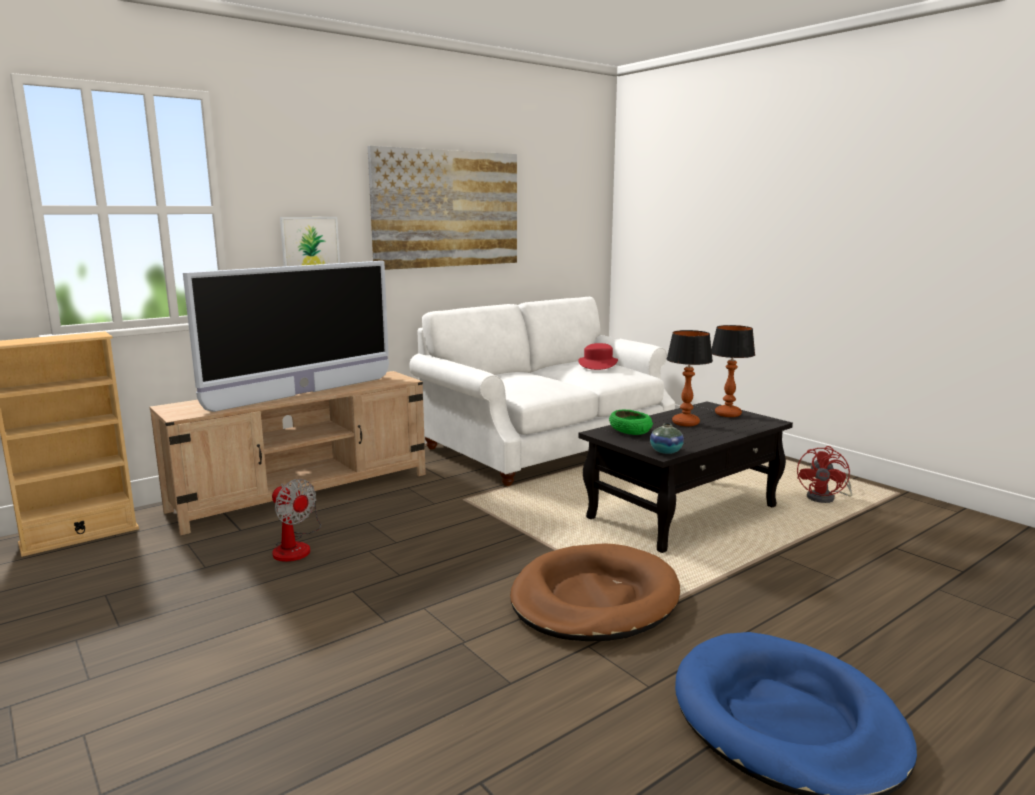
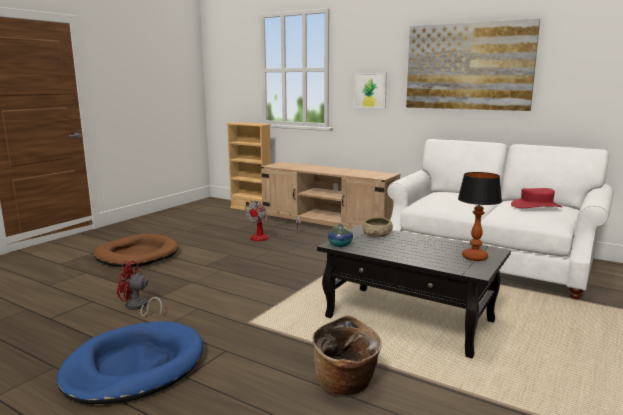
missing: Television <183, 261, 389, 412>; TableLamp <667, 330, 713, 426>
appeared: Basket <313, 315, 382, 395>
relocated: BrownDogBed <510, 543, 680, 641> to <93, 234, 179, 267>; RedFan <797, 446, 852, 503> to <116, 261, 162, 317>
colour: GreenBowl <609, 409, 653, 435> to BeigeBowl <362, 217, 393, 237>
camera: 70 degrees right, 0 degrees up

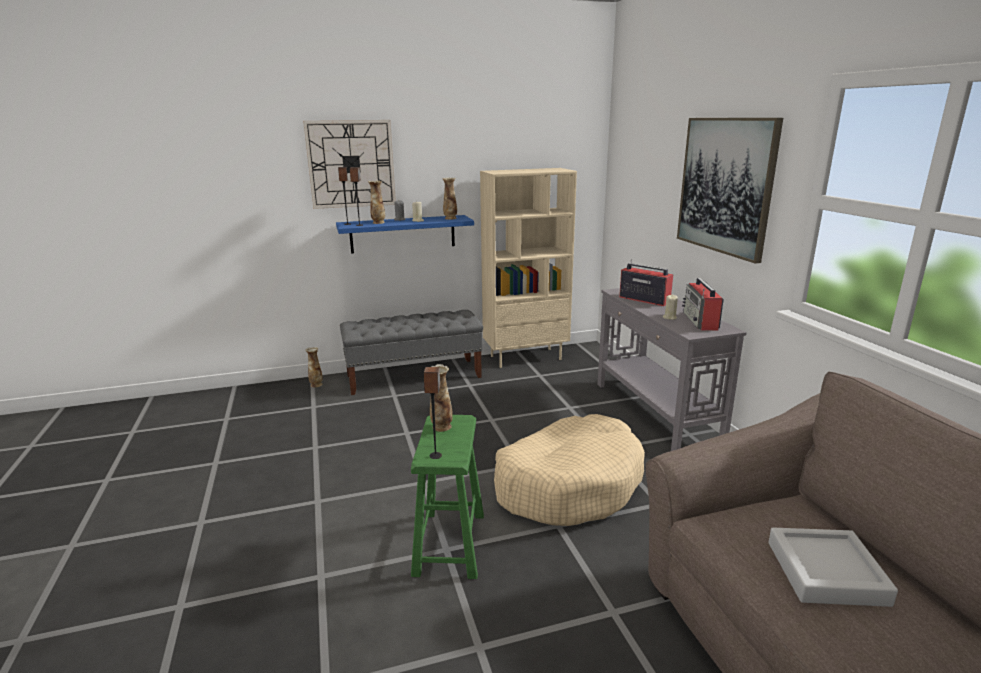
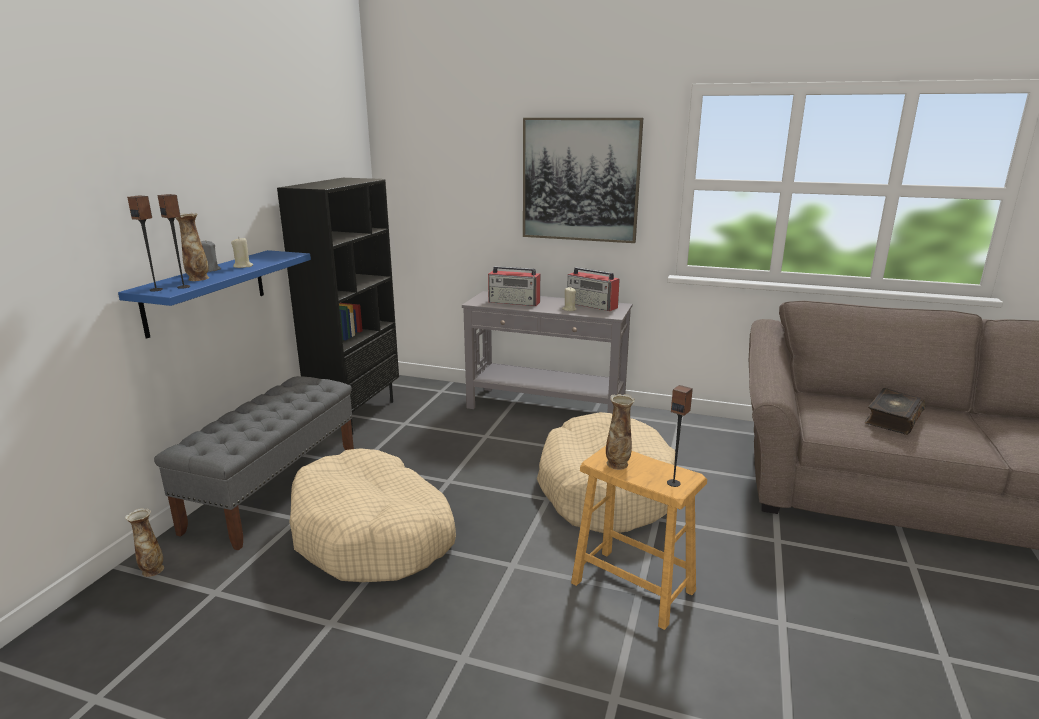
missing: WallClock <303, 120, 396, 209>; Vase <442, 177, 457, 220>
appeared: BeigeDogBed <289, 448, 456, 582>
exchanged: GreyTray <769, 528, 898, 607> to Book <865, 388, 926, 435>
colour: GreenStool <411, 415, 484, 579> to BrownStool <571, 446, 707, 630>; BeigeBookcase <480, 168, 577, 368> to BlackBookcase <277, 178, 399, 435>
spun: Radio <619, 259, 673, 306> = <488, 266, 540, 306> 150 degrees counterclockwise
camera: 55 degrees left, 0 degrees up

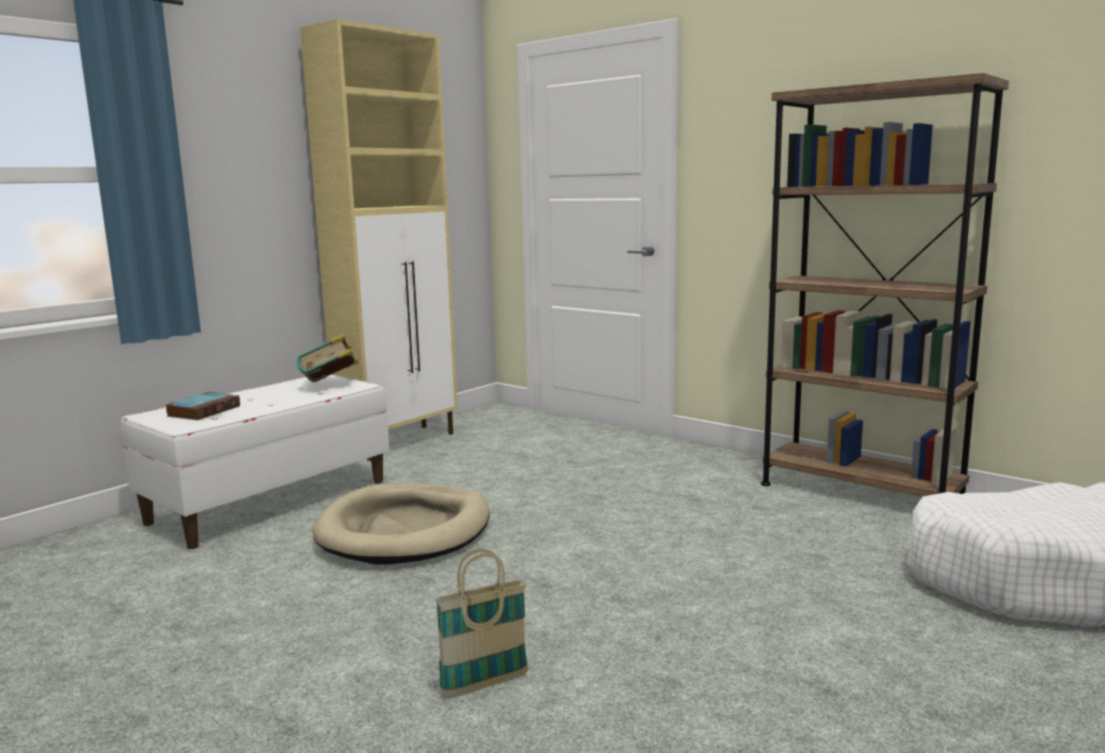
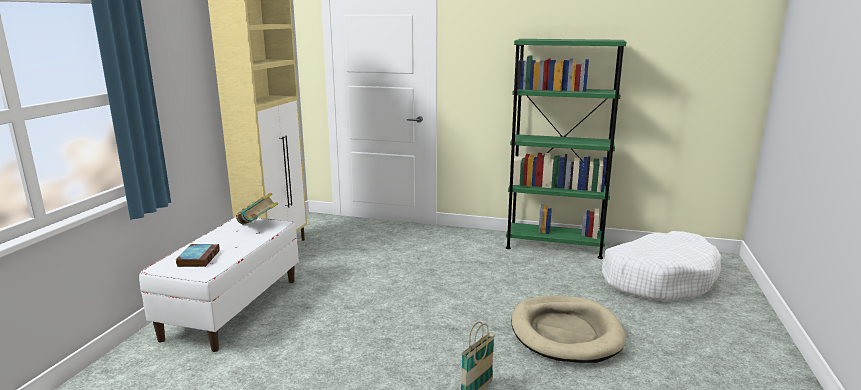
relocated: BeigeDogBed <313, 484, 489, 565> to <511, 295, 626, 363>
colour: BrownBookcase <761, 73, 1009, 497> to GreenBookcase <506, 39, 626, 259>
camera: 25 degrees left, 5 degrees up

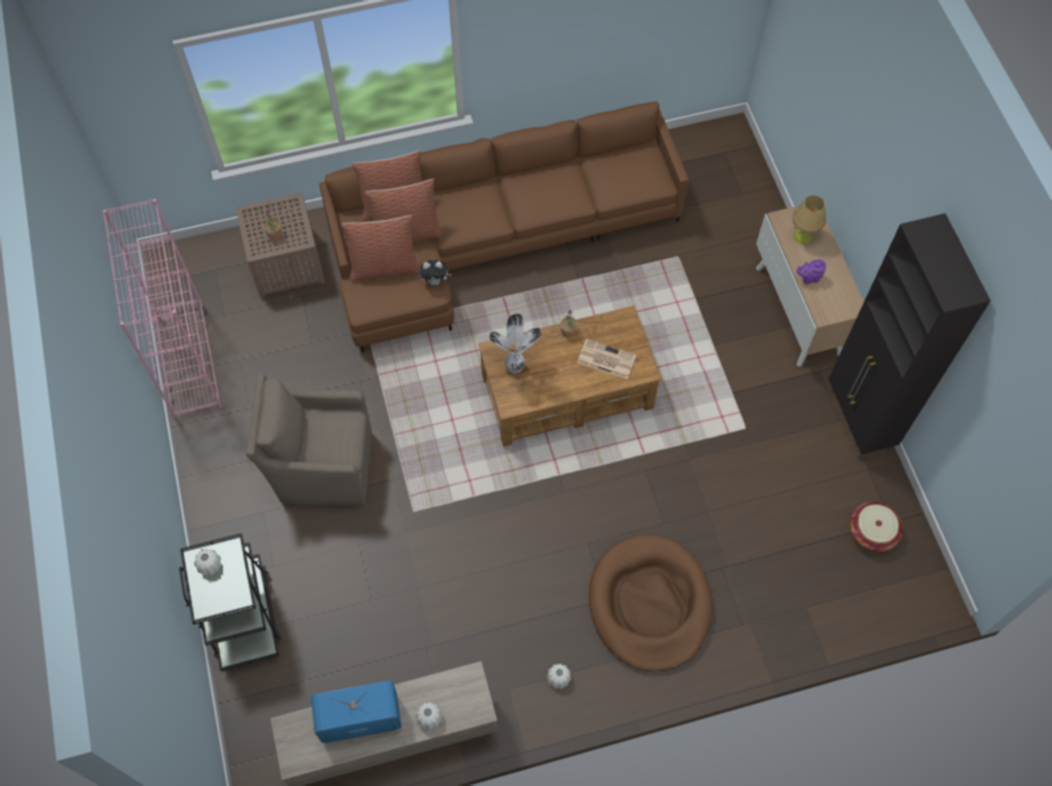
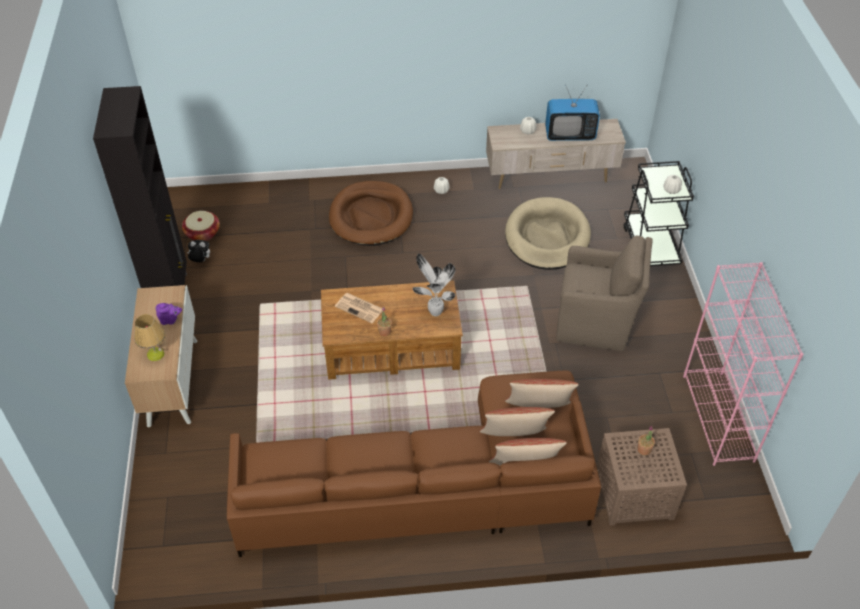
appeared: BeigeDogBed <505, 197, 591, 270>
relocated: PlushToy <419, 260, 452, 285> to <187, 240, 210, 262>
camera: 170 degrees left, 15 degrees down

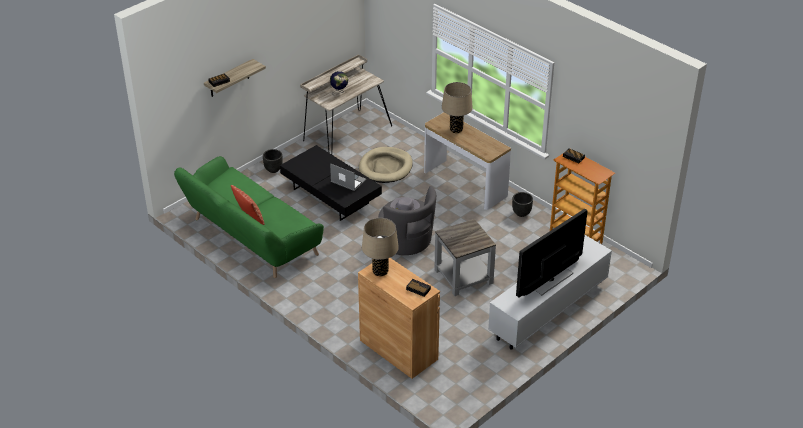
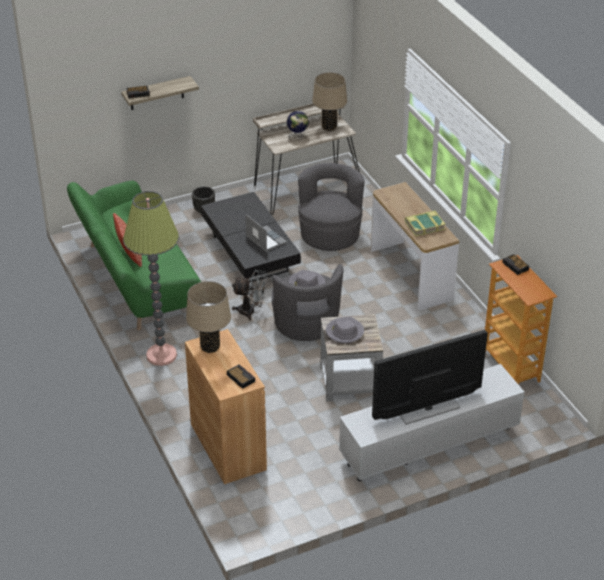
missing: BlackPlanter <512, 192, 533, 217>
appeared: FloorLamp <123, 191, 179, 366>; GreyFan <232, 270, 267, 320>; GreyHat <326, 317, 364, 344>; Book <405, 210, 446, 237>
relocated: BeigeTableLamp <442, 82, 473, 133> to <312, 72, 347, 131>
exchanged: BeigeDogBed <359, 147, 413, 183> to GreyArmchair <298, 163, 364, 251>
camera: 20 degrees right, 0 degrees up

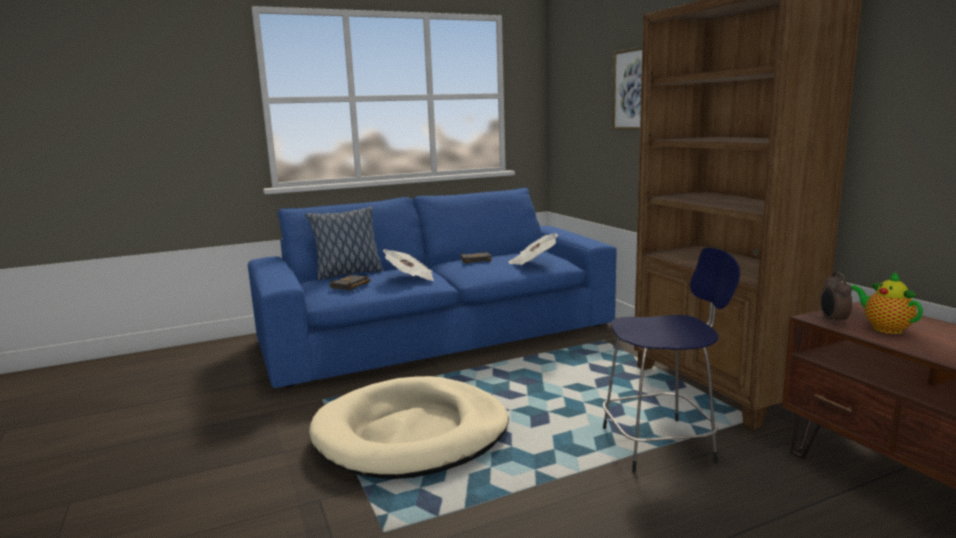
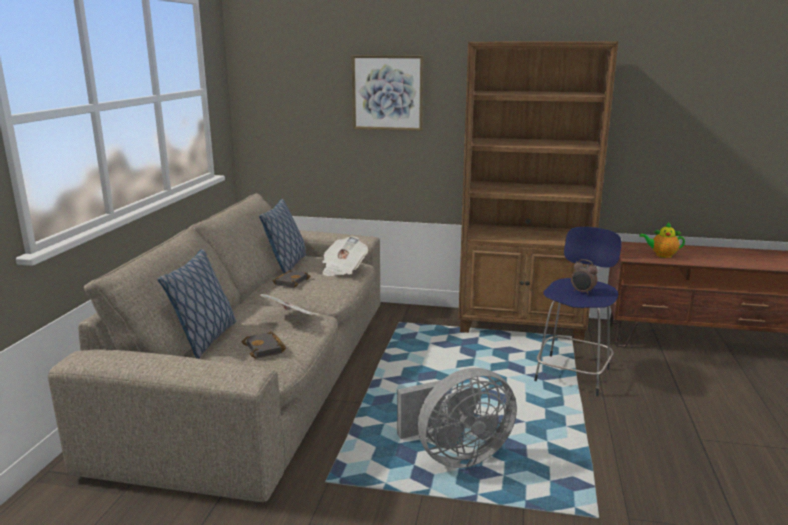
appeared: Pillow <259, 199, 306, 273>
relocated: AlarmClock <820, 272, 852, 325> to <571, 259, 598, 295>
exchanged: BeigeDogBed <309, 376, 509, 479> to GreyFan <397, 368, 517, 468>
colour: BlueSofa <248, 188, 616, 388> to BeigeSofa <48, 193, 380, 502>
camera: 55 degrees left, 5 degrees up

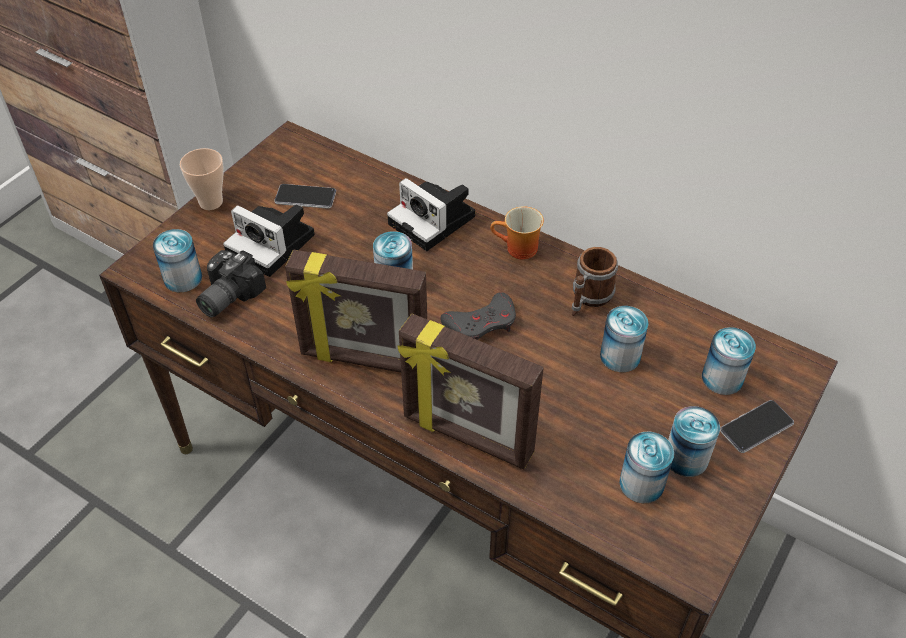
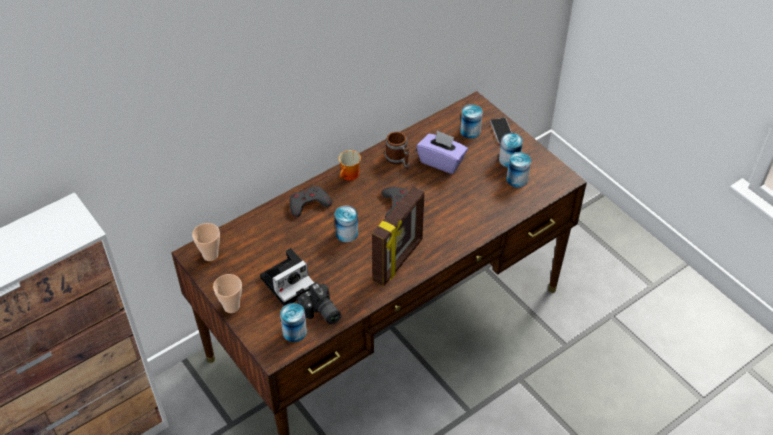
missing: Phone <274, 184, 336, 209>; PictureFrame <397, 313, 544, 469>
appeared: Cup <192, 223, 220, 261>
exchanged: PhotoCamera <387, 178, 475, 251> to GreyGameController <290, 186, 332, 217>; Can <600, 306, 649, 372> to PurpleTissueBox <417, 130, 468, 174>
camera: 70 degrees left, 0 degrees up

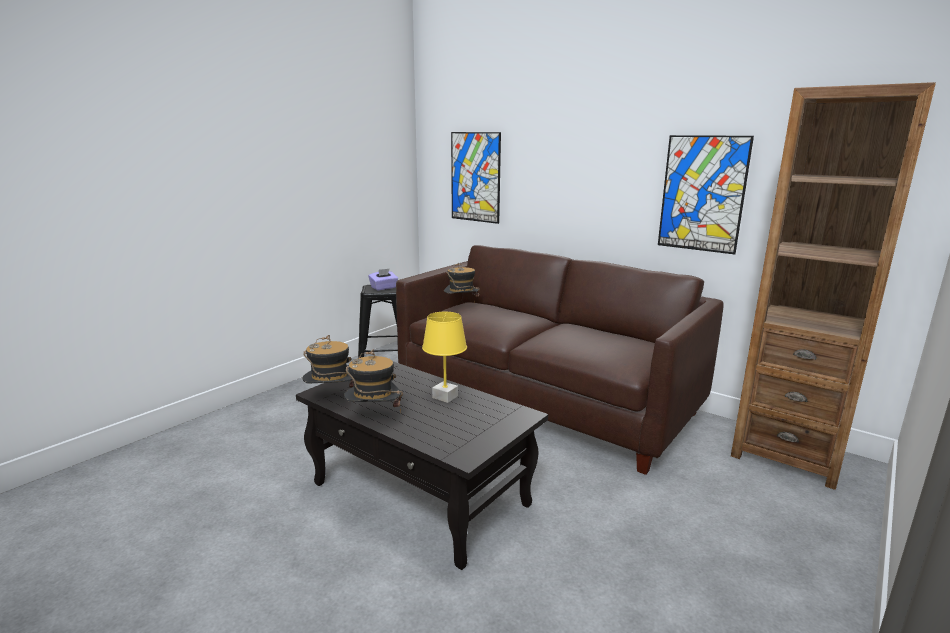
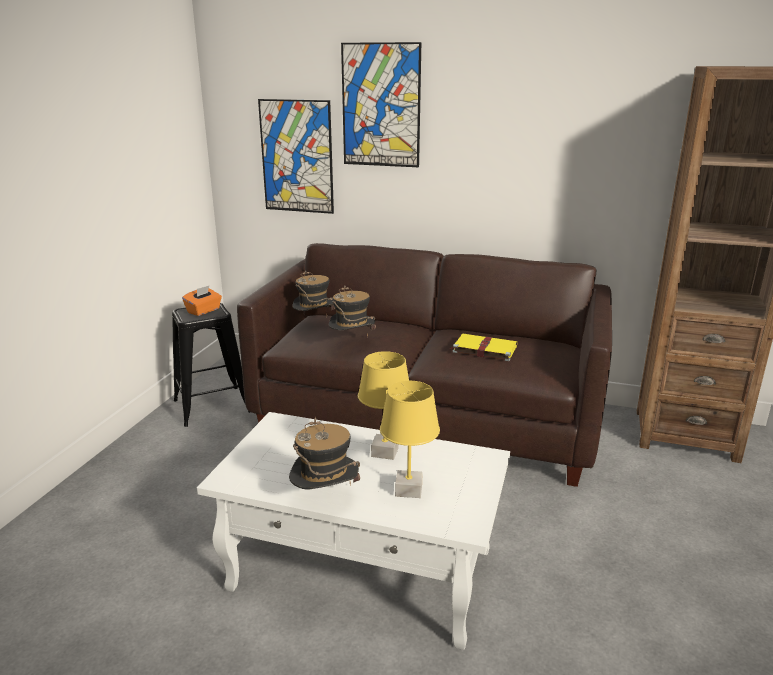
appeared: YellowTableLamp <380, 381, 440, 498>; YellowBook <450, 334, 517, 361>
relocated: Hat <303, 335, 354, 388> to <329, 286, 376, 337>; Picture <658, 135, 754, 254> to <341, 42, 421, 167>
colour: BlackCoffeeTable <296, 361, 548, 570> to WhiteCoffeeTable <197, 412, 510, 650>; PurpleTissueBox <368, 268, 398, 290> to OrangeTissueBox <182, 286, 222, 316>
camera: 20 degrees left, 5 degrees up

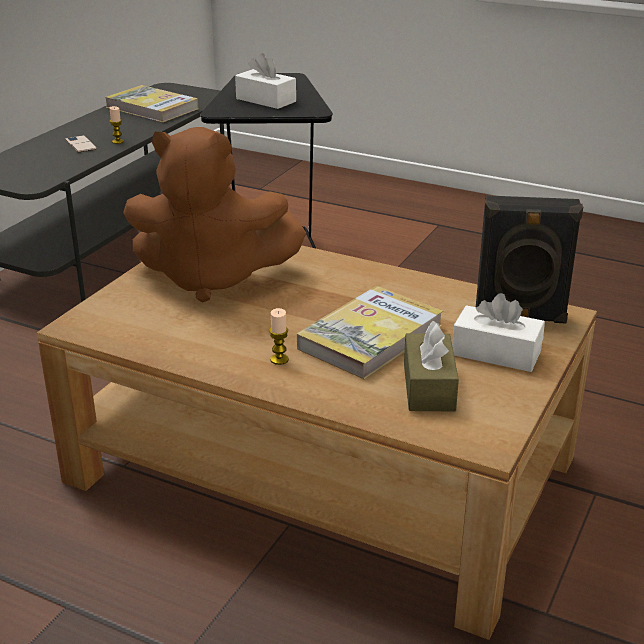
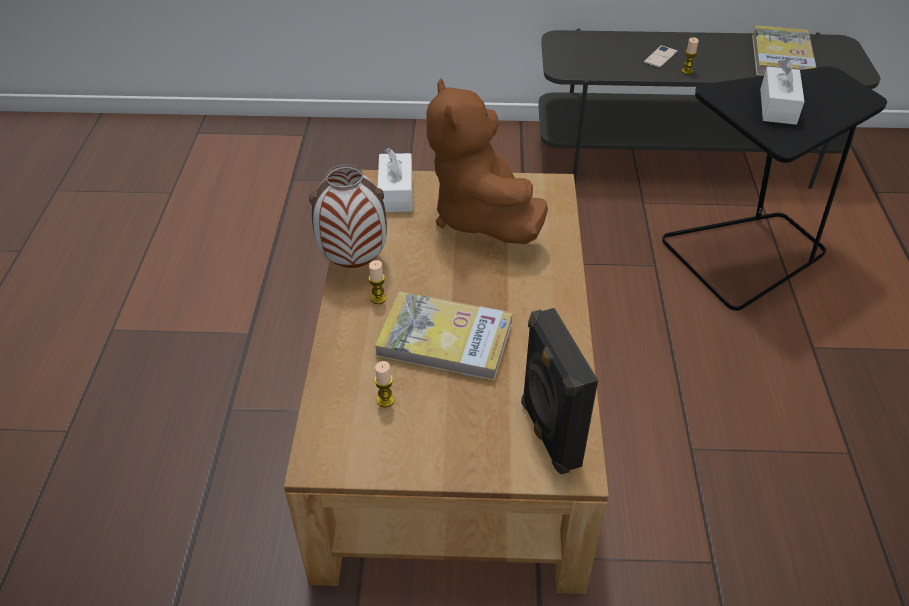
appeared: Vase <309, 164, 387, 268>
relocated: WhiteTissueBox <452, 293, 545, 372> to <378, 148, 412, 212>
exchanged: BrownTissueBox <404, 321, 459, 411> to Candle <374, 361, 394, 407>
camera: 65 degrees right, 15 degrees up

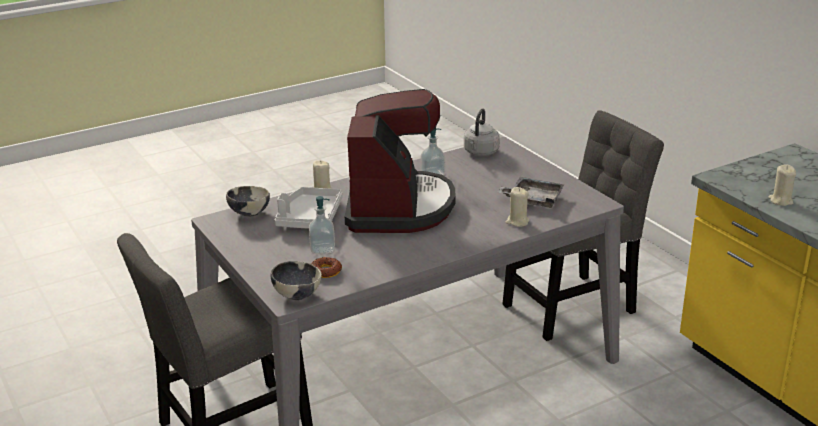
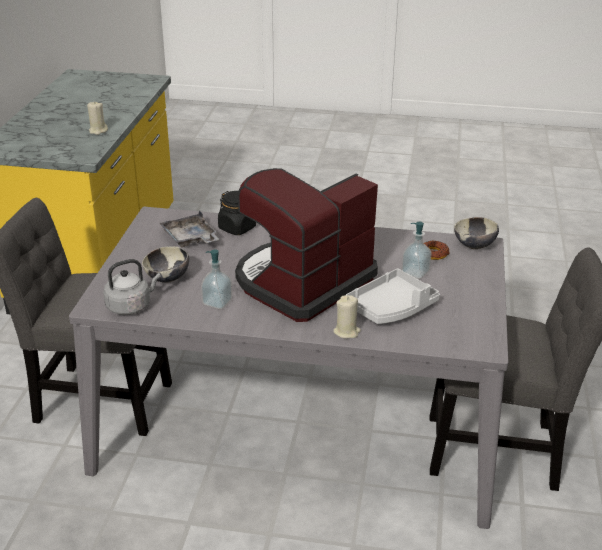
relocated: Bowl <226, 186, 270, 217> to <142, 246, 189, 283>
exchanged: BeigeCandle <506, 187, 530, 227> to BlackJar <218, 191, 256, 235>
camera: 140 degrees left, 5 degrees up

